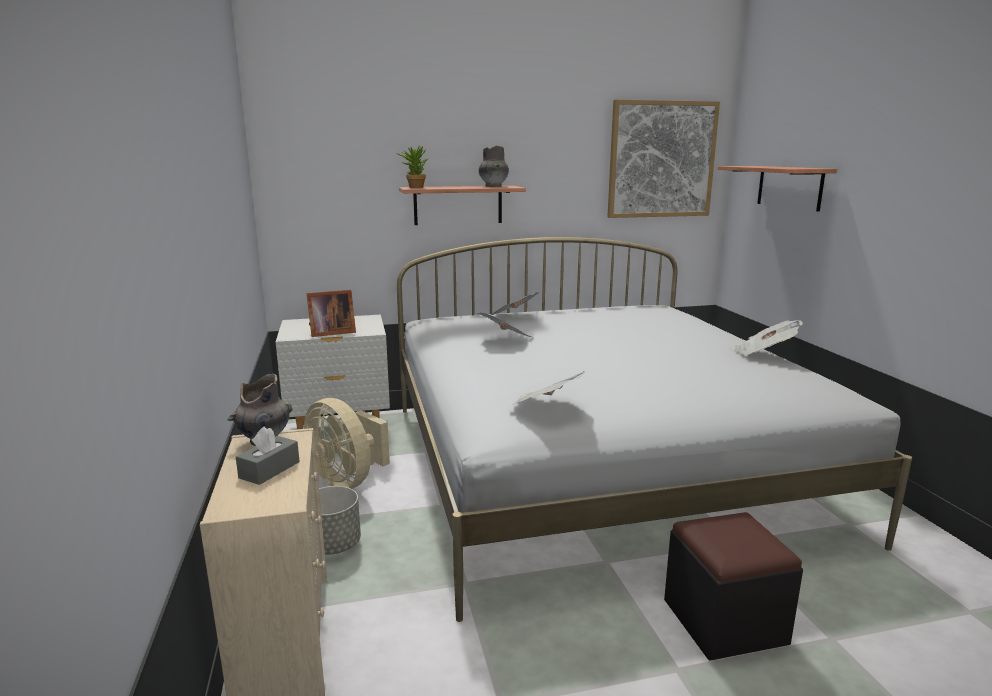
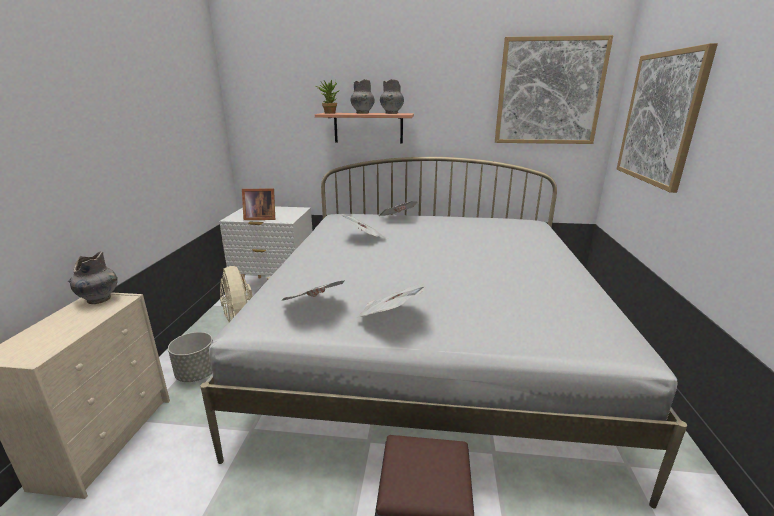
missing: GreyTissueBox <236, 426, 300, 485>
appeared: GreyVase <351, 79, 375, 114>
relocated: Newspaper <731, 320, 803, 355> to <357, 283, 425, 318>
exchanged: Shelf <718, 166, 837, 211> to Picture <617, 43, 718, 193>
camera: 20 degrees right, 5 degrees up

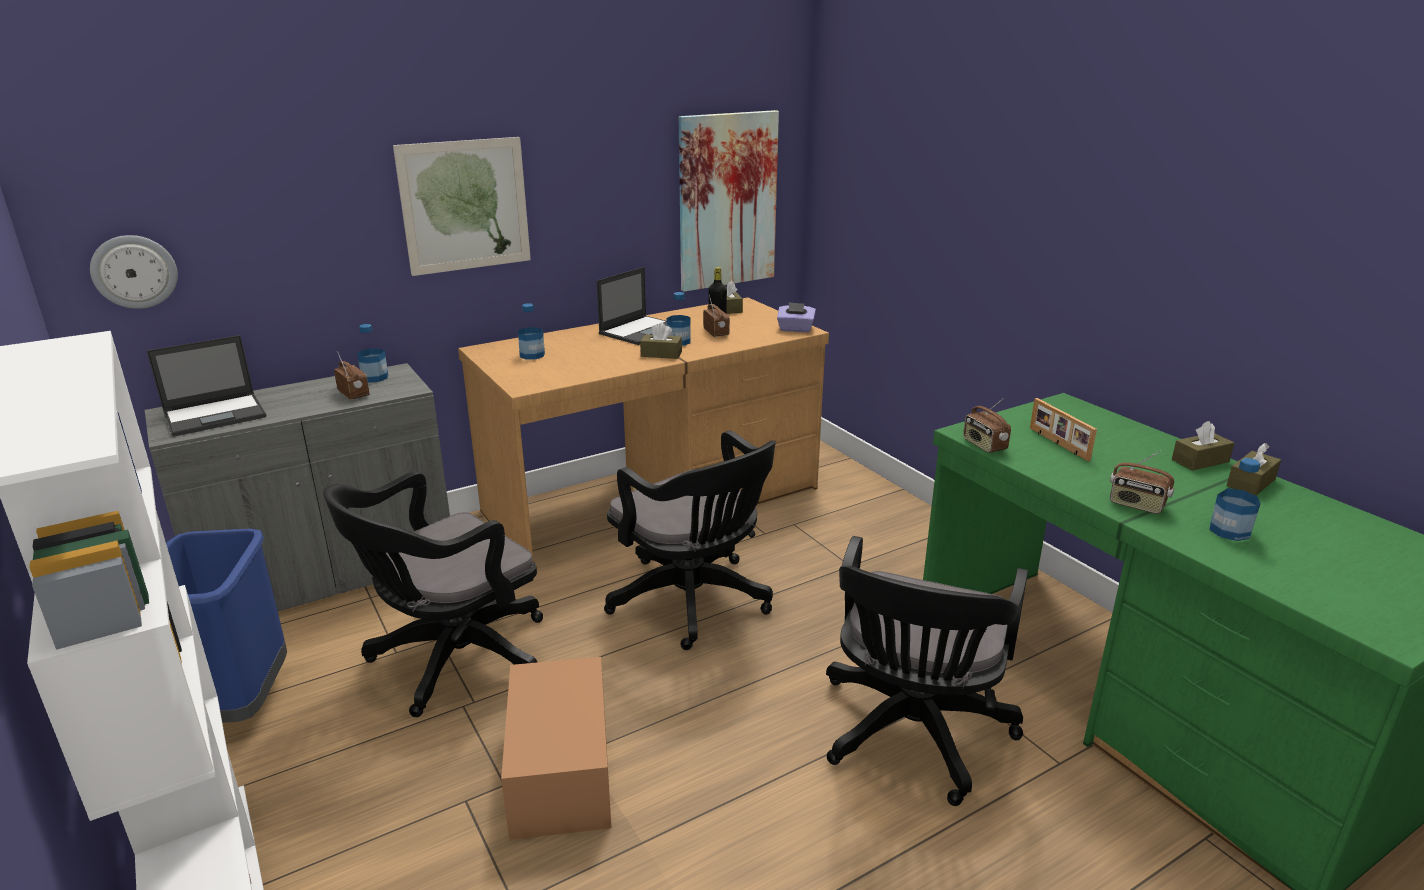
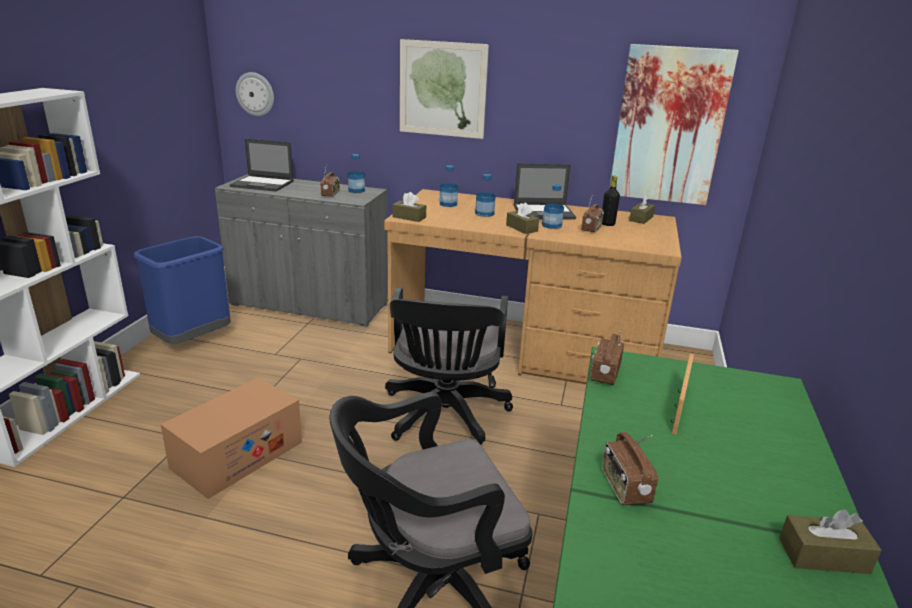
missing: BlackOfficeChair <323, 471, 543, 717>; PurpleTissueBox <777, 302, 816, 332>
relocated: BrownTissueBox <1172, 421, 1234, 470> to <392, 192, 426, 222>; Bottle <1209, 458, 1261, 541> to <475, 174, 496, 217>
camera: 45 degrees right, 0 degrees up

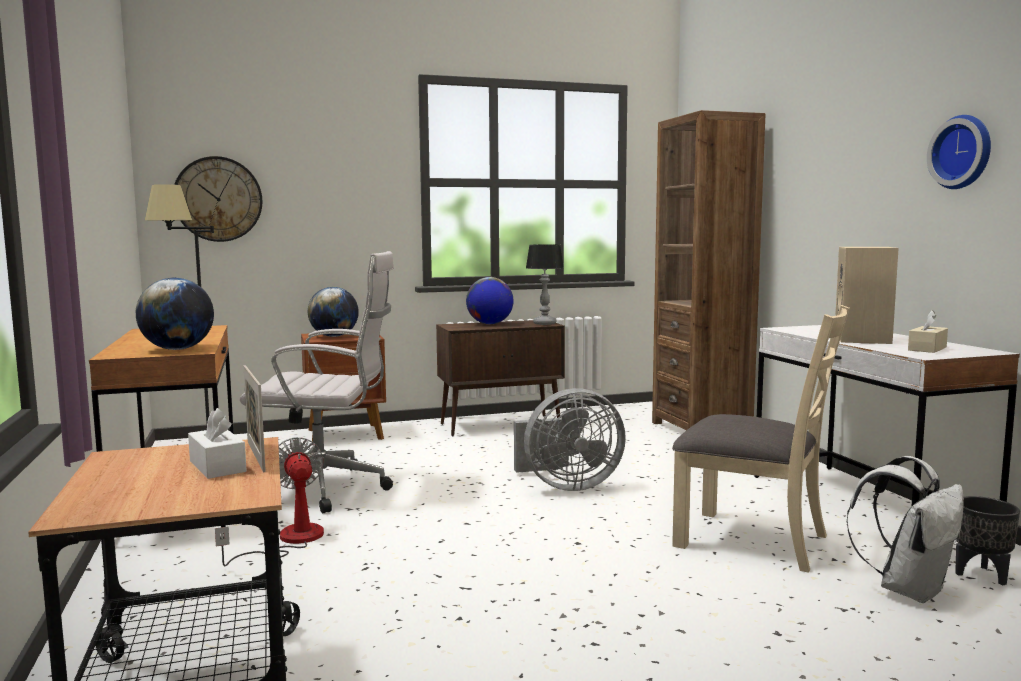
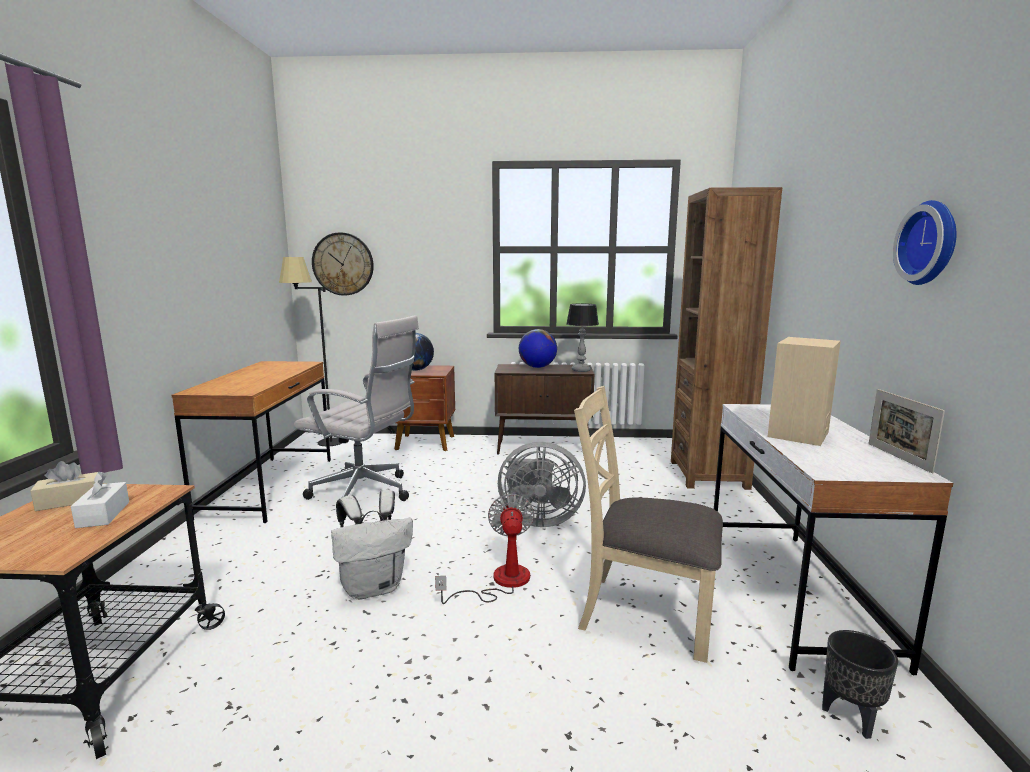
missing: Globe <136, 278, 214, 350>
relocated: Fan <215, 437, 324, 566> to <435, 494, 534, 604>; PictureFrame <244, 365, 266, 472> to <869, 389, 945, 474>; WhiteBackpack <846, 456, 964, 603> to <331, 490, 413, 600>; BeigeTissueBox <908, 310, 948, 353> to <30, 461, 98, 511>
spun: BeigeChair <672, 305, 850, 573> = <574, 386, 723, 663> 150 degrees clockwise
camera: 20 degrees right, 5 degrees up

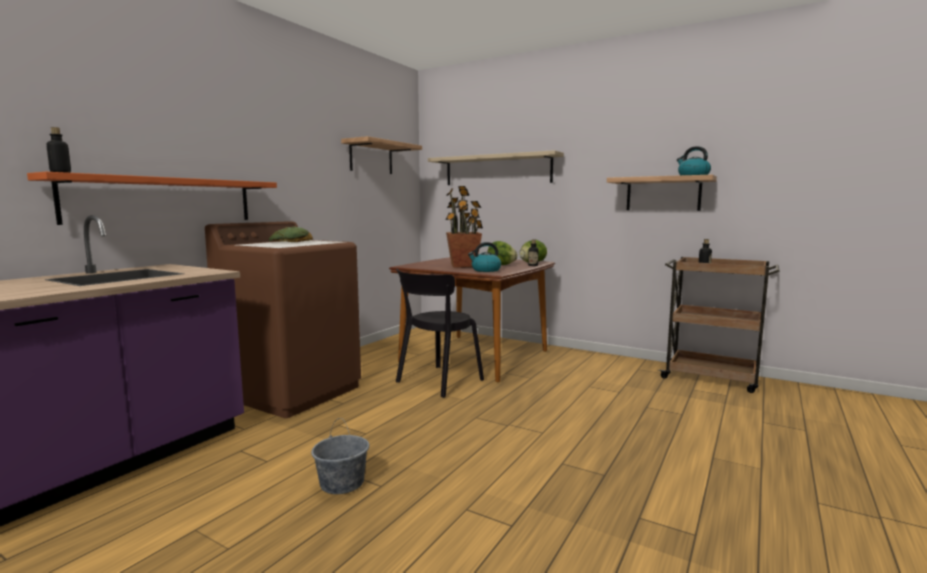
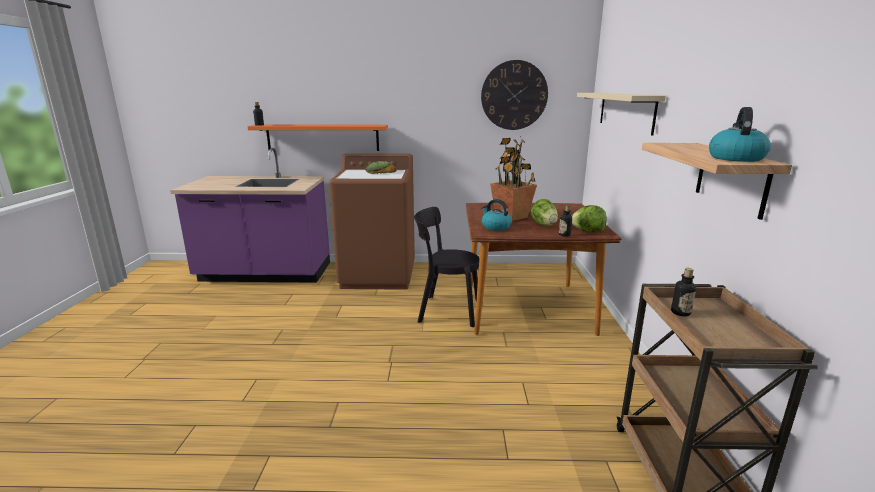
missing: GreyBucket <311, 418, 369, 494>
exchanged: Shelf <341, 136, 422, 174> to WallClock <481, 60, 548, 130>
camera: 60 degrees right, 10 degrees up

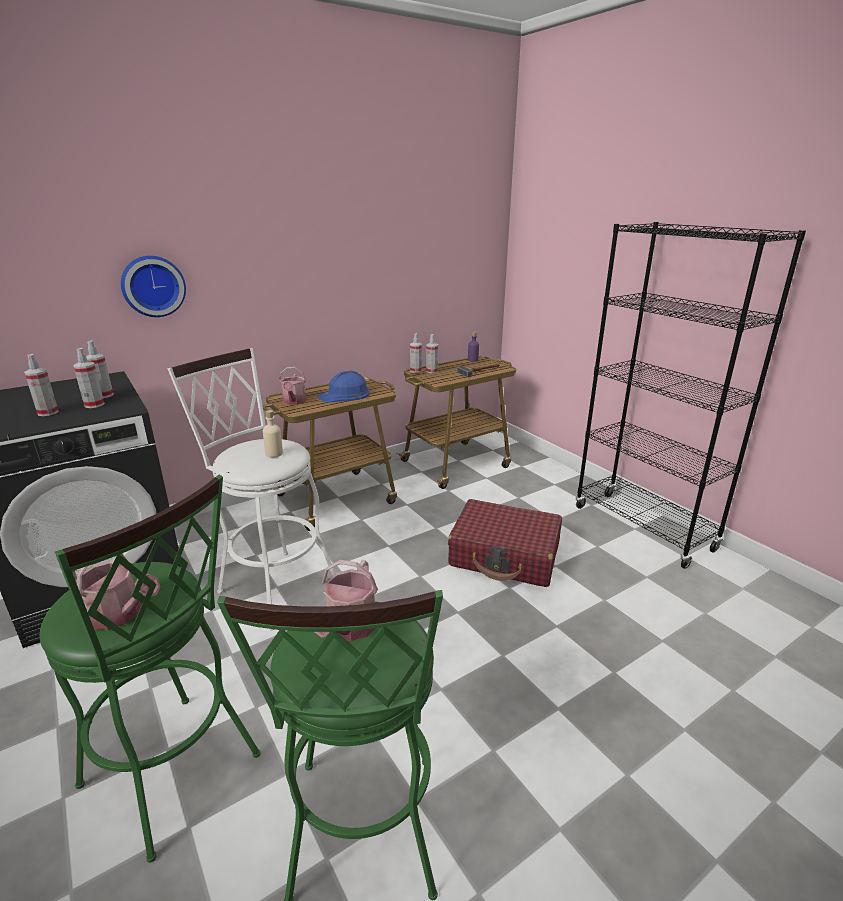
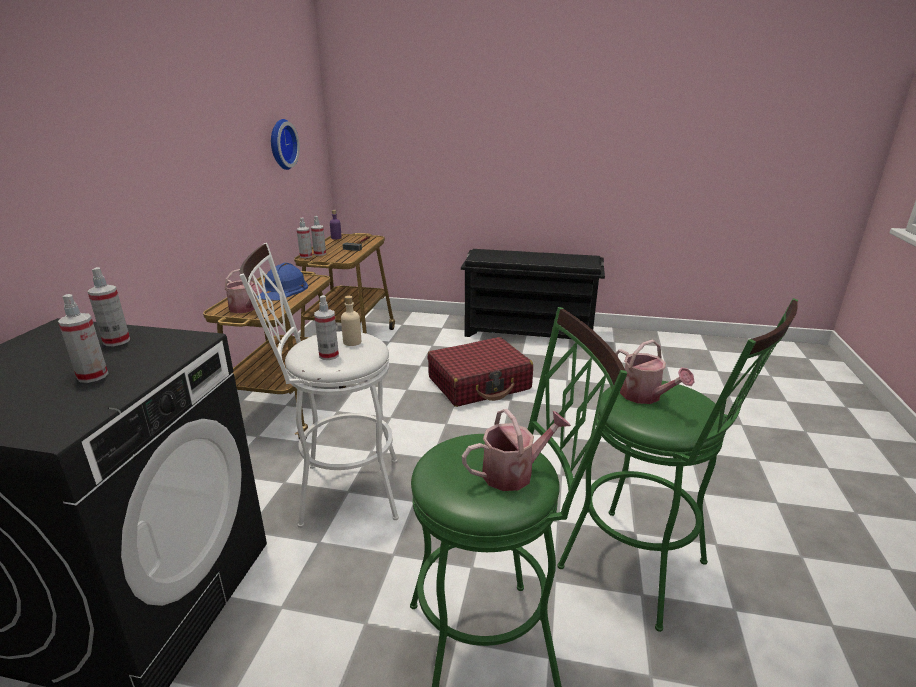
relocated: SprayBottle <73, 348, 105, 408> to <314, 295, 339, 360>; WallClock <121, 256, 186, 317> to <271, 119, 300, 170>
exchanged: BlackBookcase <575, 222, 806, 569> to BlackShoeRack <461, 249, 605, 339>
camera: 45 degrees left, 0 degrees up

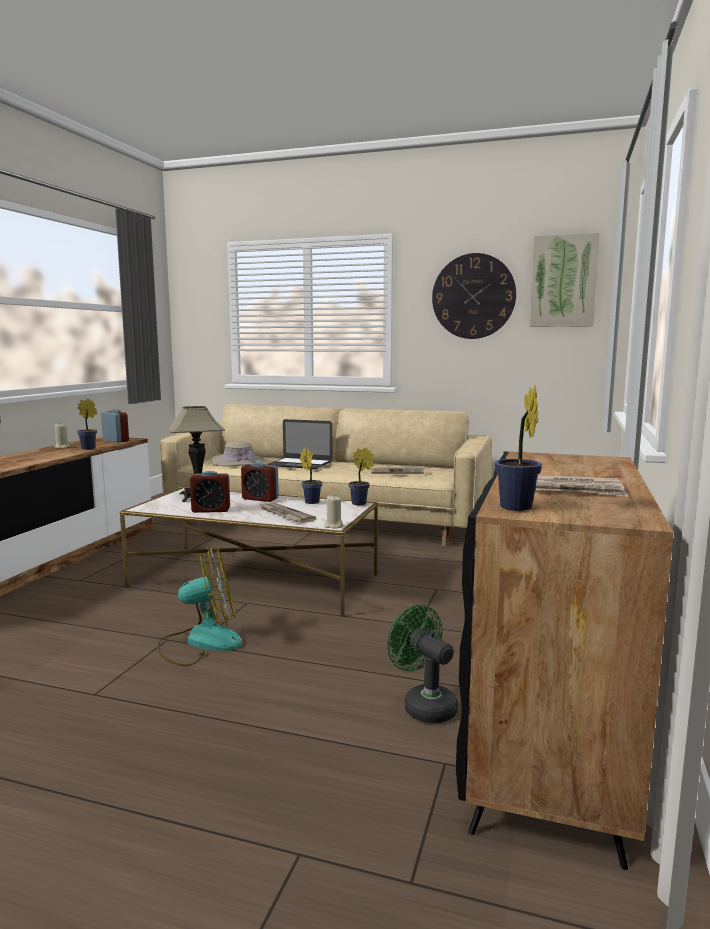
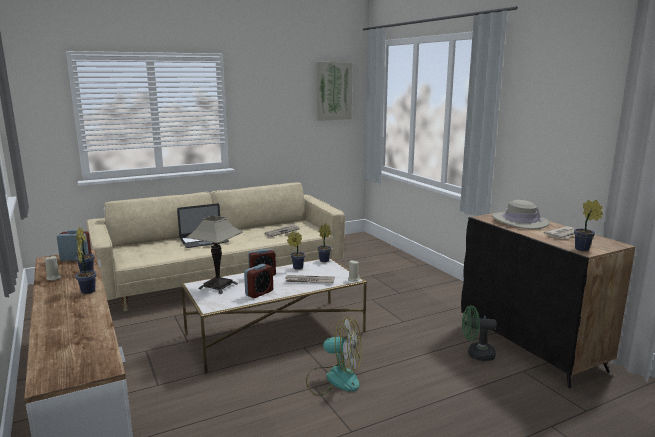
missing: WallClock <432, 253, 516, 339>
appeared: PottedPlant <76, 243, 96, 294>
relocated: BeigeHat <211, 441, 265, 467> to <492, 200, 550, 230>
spun: Fan <157, 546, 242, 666> = <306, 317, 362, 396> 75 degrees clockwise
camera: 45 degrees left, 5 degrees up

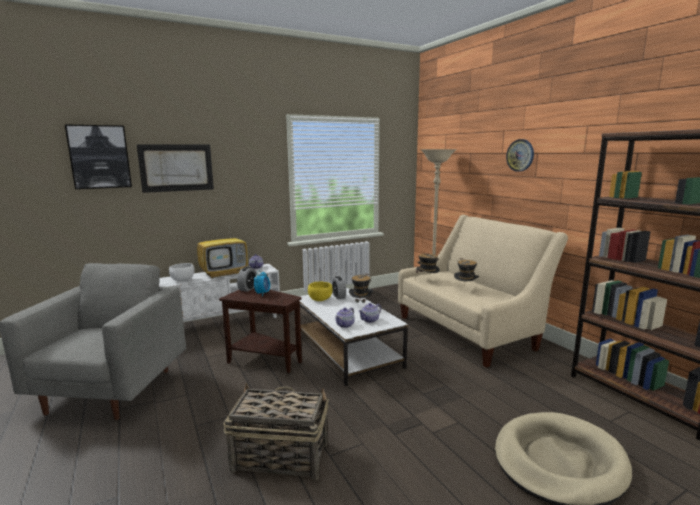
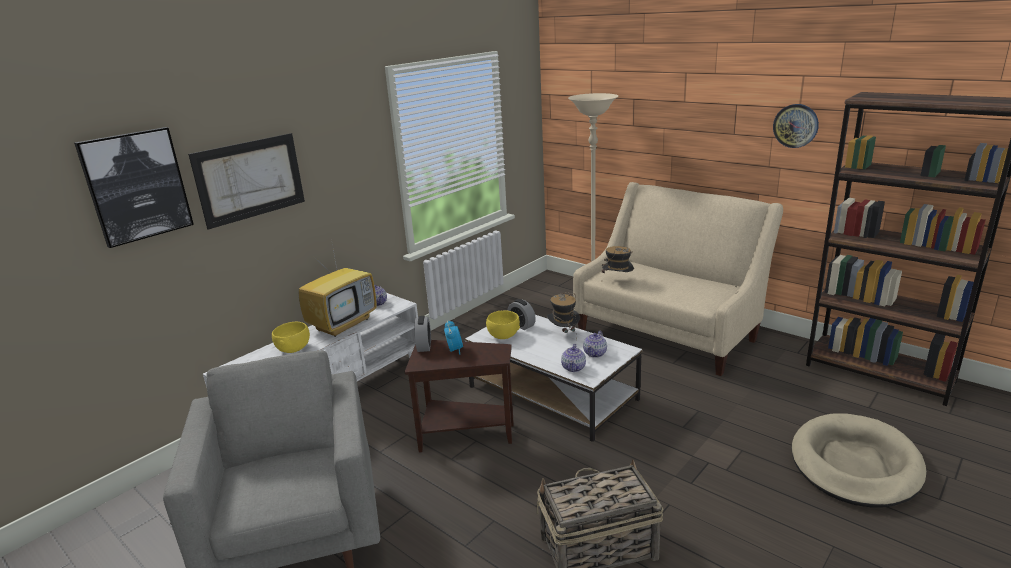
missing: Hat <454, 258, 479, 285>
relocated: WallClock <506, 139, 534, 172> to <773, 104, 819, 148>
colour: WhiteBowl <169, 263, 195, 281> to YellowBowl <272, 322, 310, 353>
camera: 20 degrees left, 10 degrees up

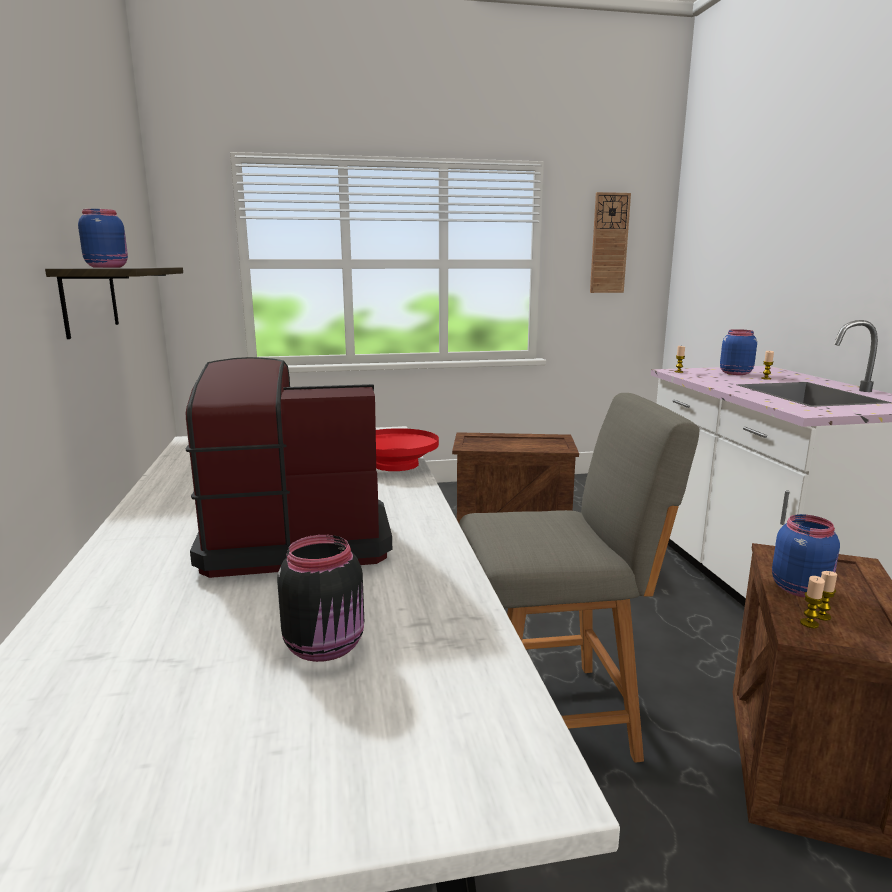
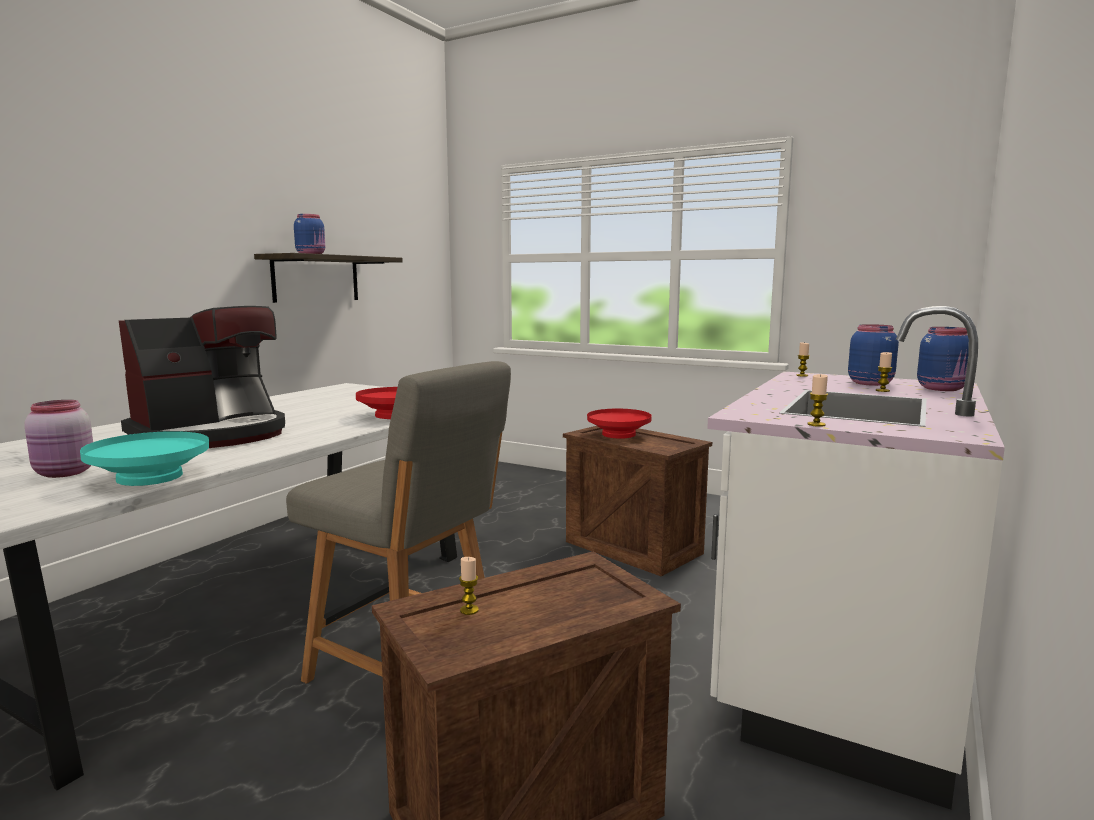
missing: WallClock <590, 192, 631, 293>
appeared: TurquoiseBowl <80, 431, 209, 486>; RedBowl <587, 409, 651, 439>
relocated: BlueJar <772, 514, 840, 597> to <917, 327, 969, 391>; Candle <800, 576, 825, 628> to <808, 374, 828, 427>
colour: BlackJar <277, 535, 364, 662> to PinkJar <24, 400, 93, 478>
spun: CoffeeMachine <186, 357, 392, 578> = <119, 306, 285, 448> 105 degrees clockwise
camera: 40 degrees right, 5 degrees down

